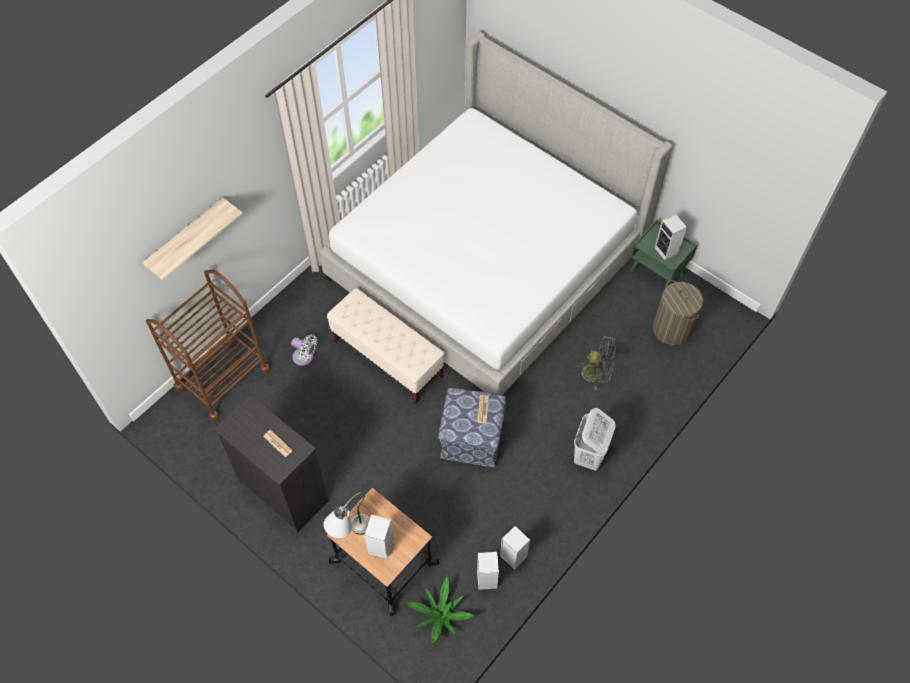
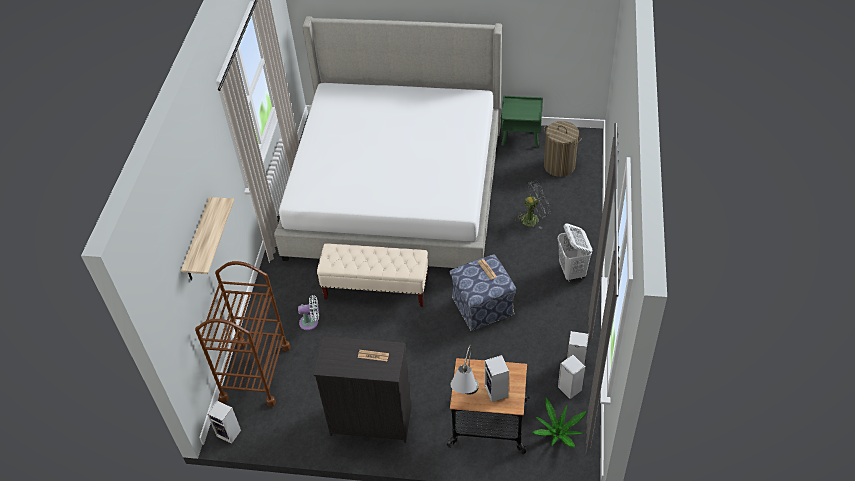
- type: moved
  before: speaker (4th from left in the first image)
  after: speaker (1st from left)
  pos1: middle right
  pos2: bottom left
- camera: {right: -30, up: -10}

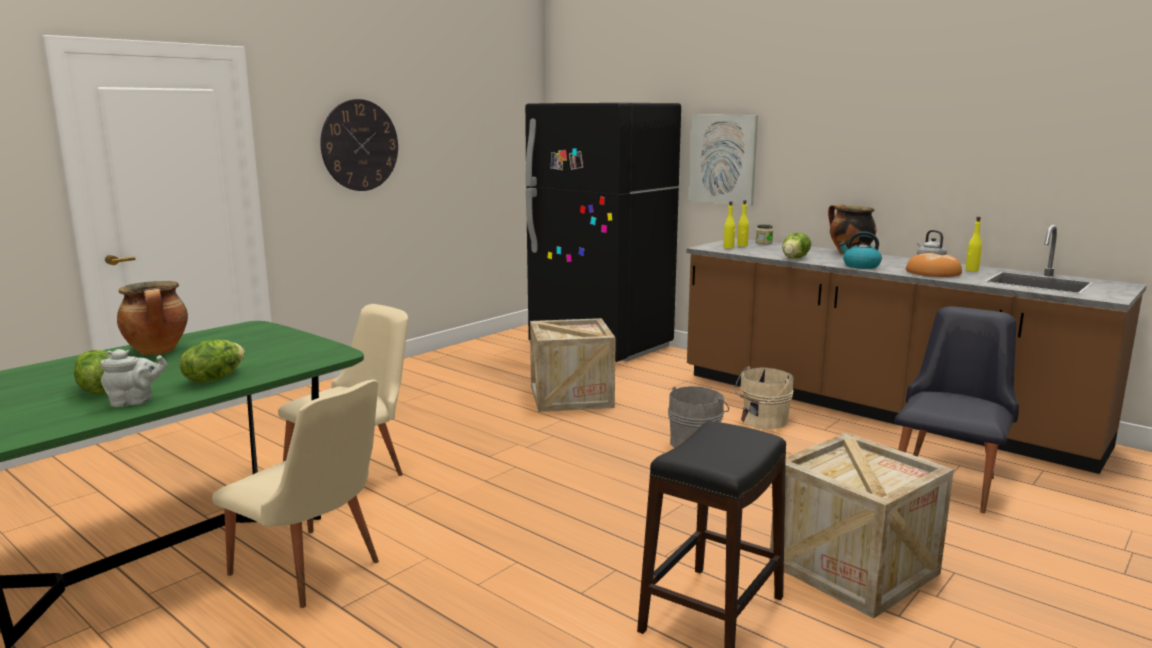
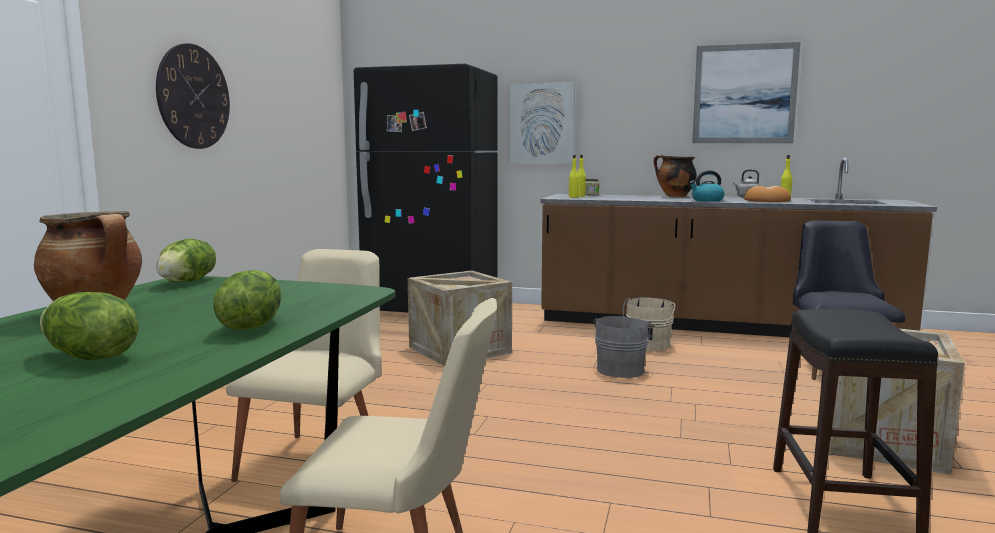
- type: removed
  before: grey teapot
  pos1: middle left
- type: added
  after: wall art (2nd from left)
  pos2: top right
- type: moved
  before: head of lettuce (3rd from left in the first image)
  after: head of lettuce (2nd from left)
  pos1: middle right
  pos2: middle left
- camera: {right: -25, up: -5}

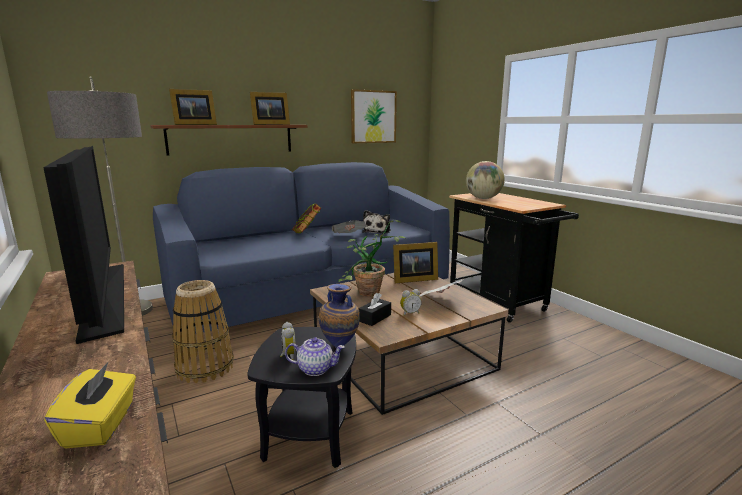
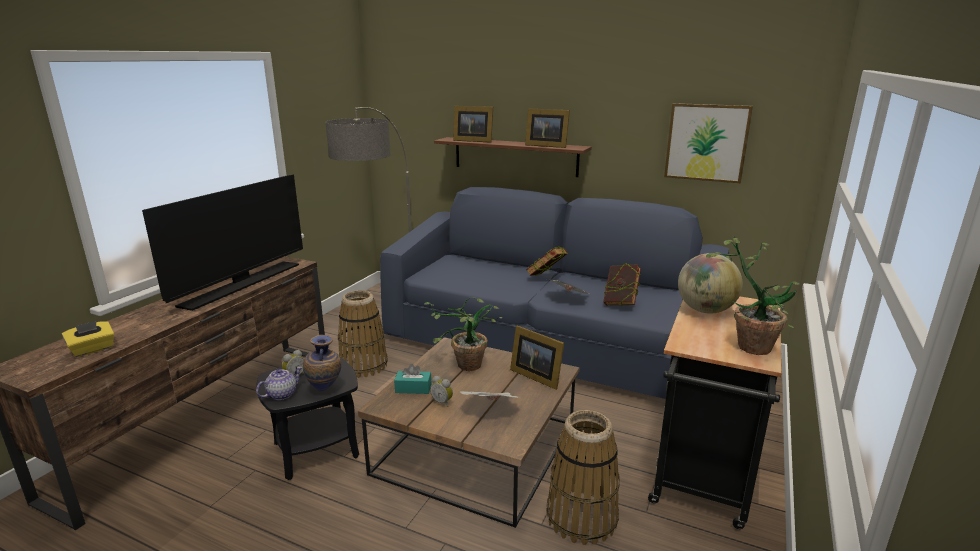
- type: added
  after: basket (2nd from left)
  pos2: bottom centre
- type: added
  after: plant in a pot (2nd from left)
  pos2: middle right
- type: replaced
  before: soft toy
  after: book (2nd from left)
  pos1: centre
  pos2: centre
- type: recoloured
  before: black-coloured box of tissues
  after: blue-green box of tissues
  pos1: centre
  pos2: bottom centre
- type: turned
  before: teapot
  pos1: bottom centre
  pos2: bottom left
  turn: -105
- camera: {right: 55, up: 5}

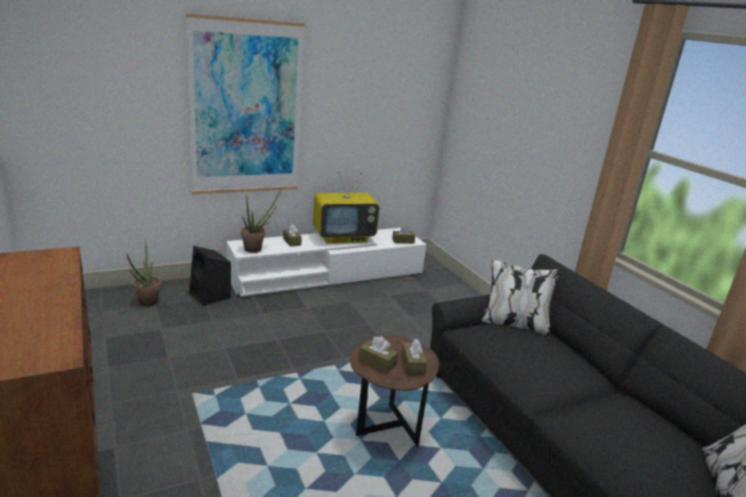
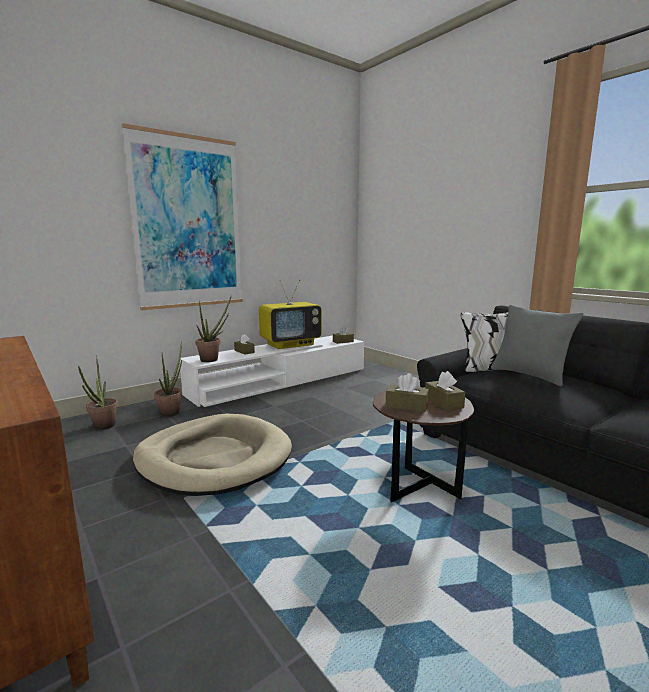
- type: added
  after: sand-coloured dog cushion
  pos2: middle left
- type: added
  after: grey cushion
  pos2: middle right
- type: replaced
  before: black-coloured speaker
  after: plant in a pot (2nd from left)
  pos1: middle left
  pos2: middle left
- camera: {right: -10, up: -10}

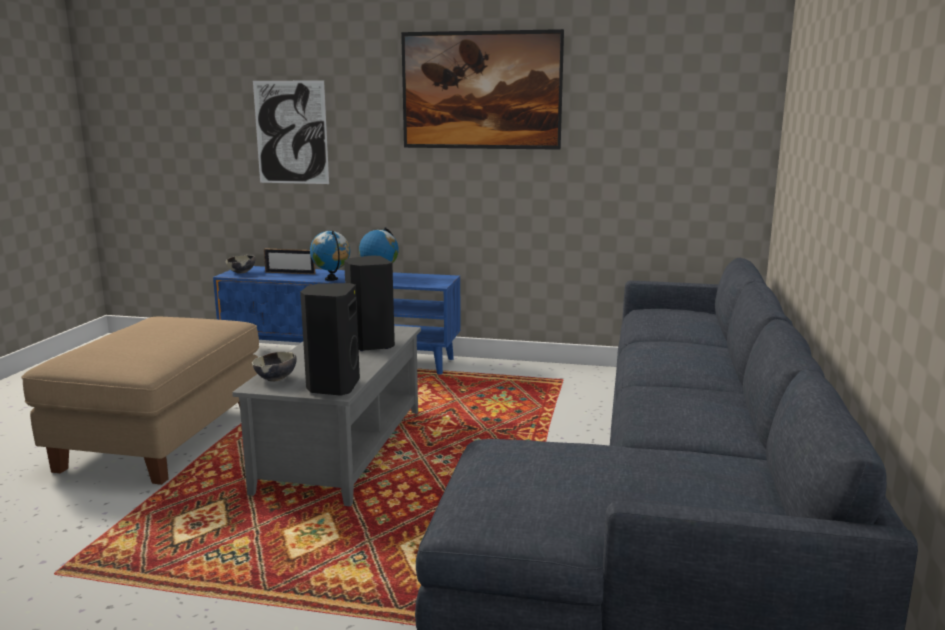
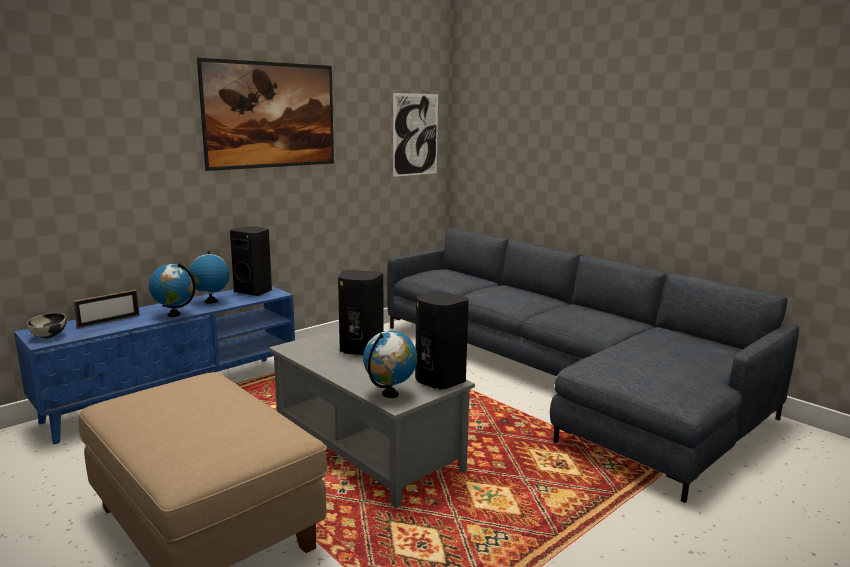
- type: added
  after: black-coloured speaker (1st from left)
  pos2: middle left
- type: moved
  before: wall art (1st from left in the first image)
  after: wall art (2nd from left)
  pos1: top left
  pos2: top centre
- type: replaced
  before: serving bowl (2nd from left)
  after: desk globe (3rd from left)
  pos1: middle left
  pos2: centre
- camera: {right: -55, up: 0}

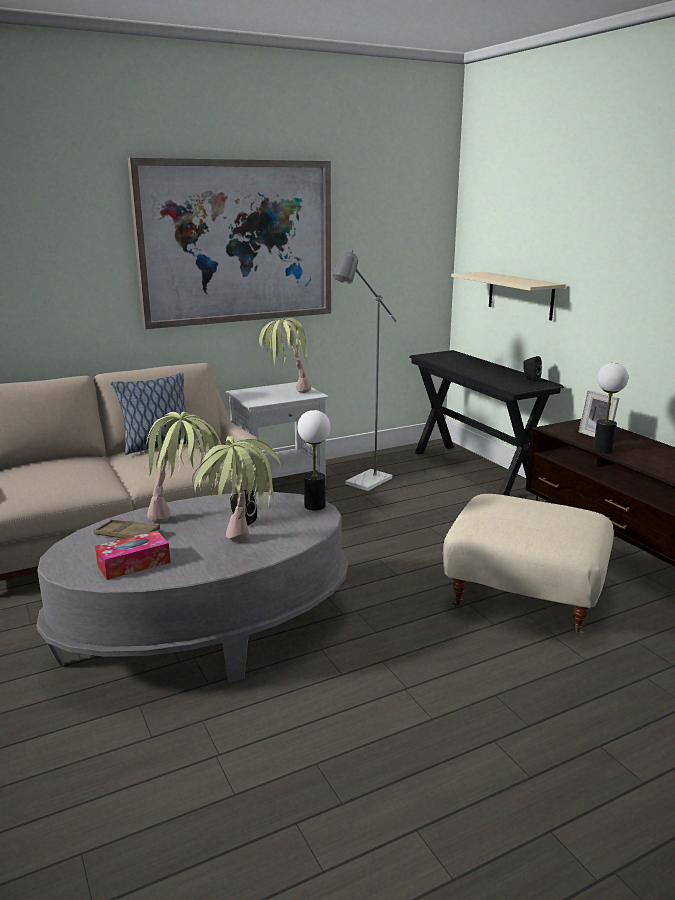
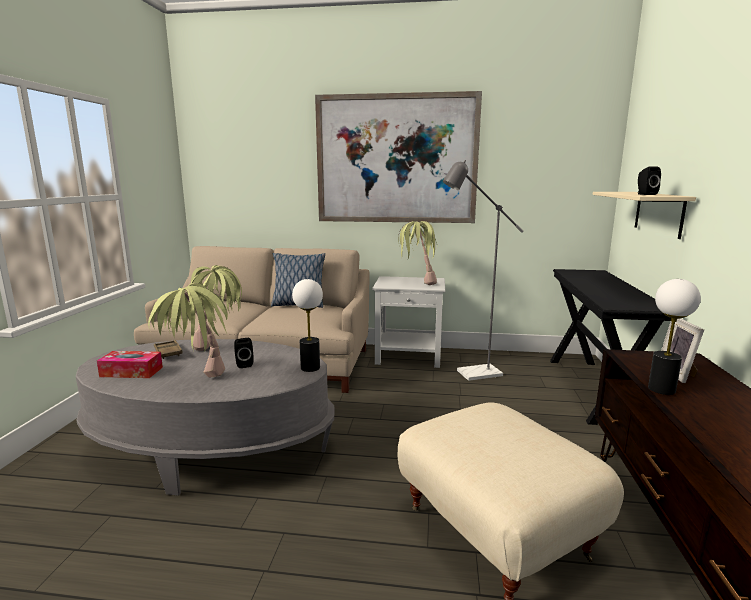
- type: moved
  before: black-coloured speaker (2nd from left)
  pos1: middle right
  pos2: top right
- camera: {right: 35, up: -5}

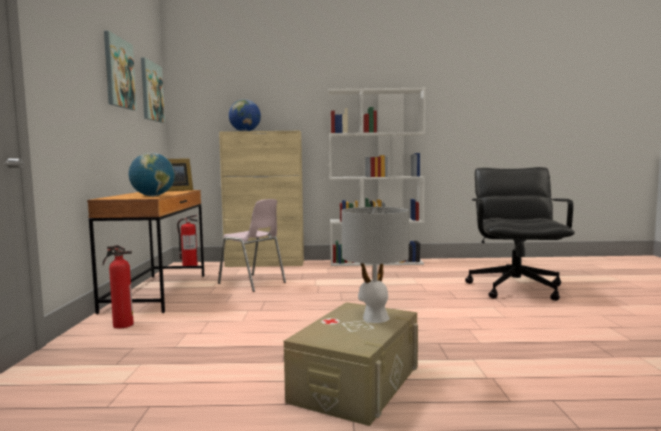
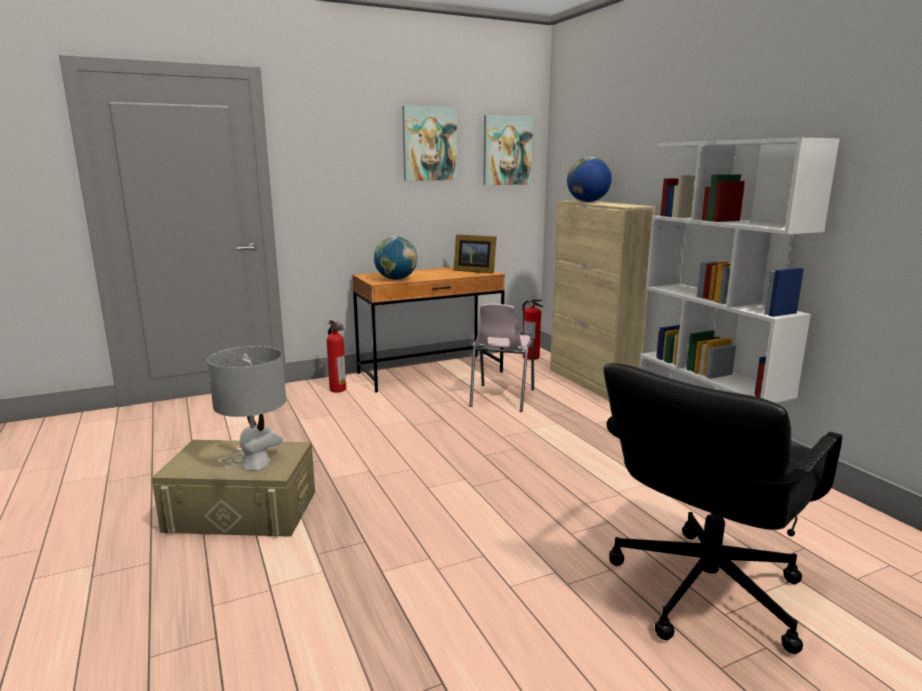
- type: turned
  before: black-coloured computer chair
  pos1: middle right
  pos2: bottom right
  turn: 150
- camera: {right: 65, up: 10}

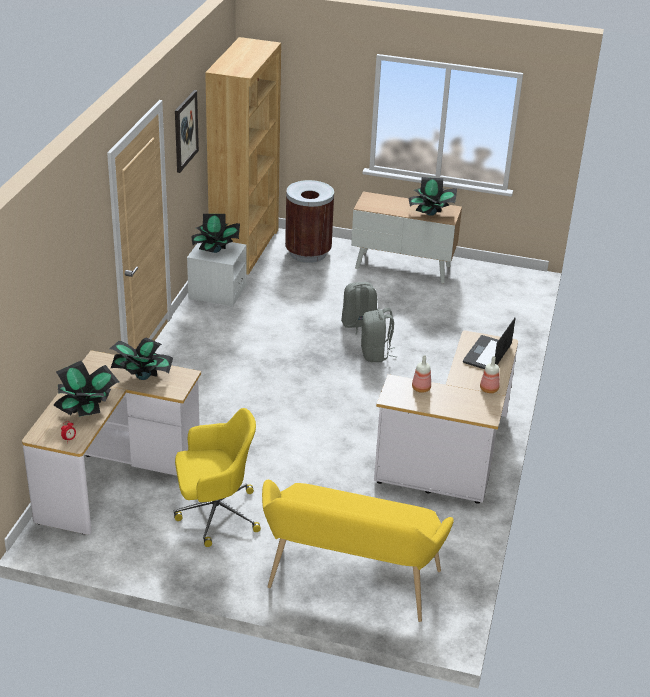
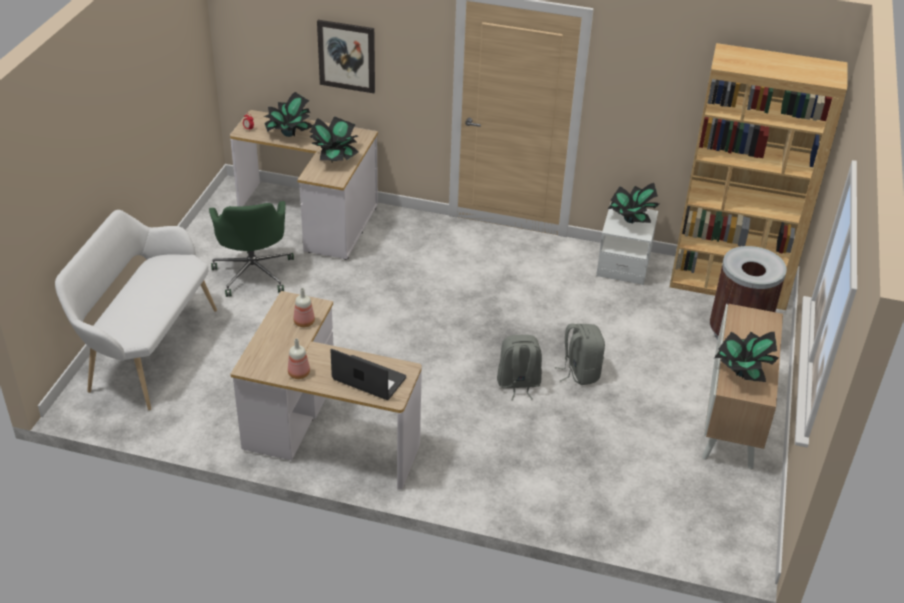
- type: moved
  before: wall art
  pos1: top left
  pos2: top centre
- type: recoloured
  before: yellowish computer chair
  after: green computer chair
  pos1: bottom centre
  pos2: middle left
- type: recoloured
  before: yellowish indoor bench
  after: whitish indoor bench
  pos1: bottom centre
  pos2: middle left
- camera: {right: 90, up: 5}

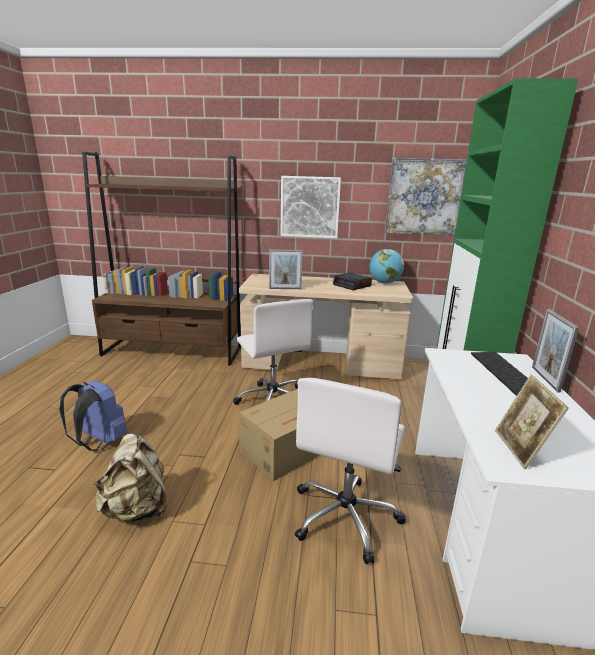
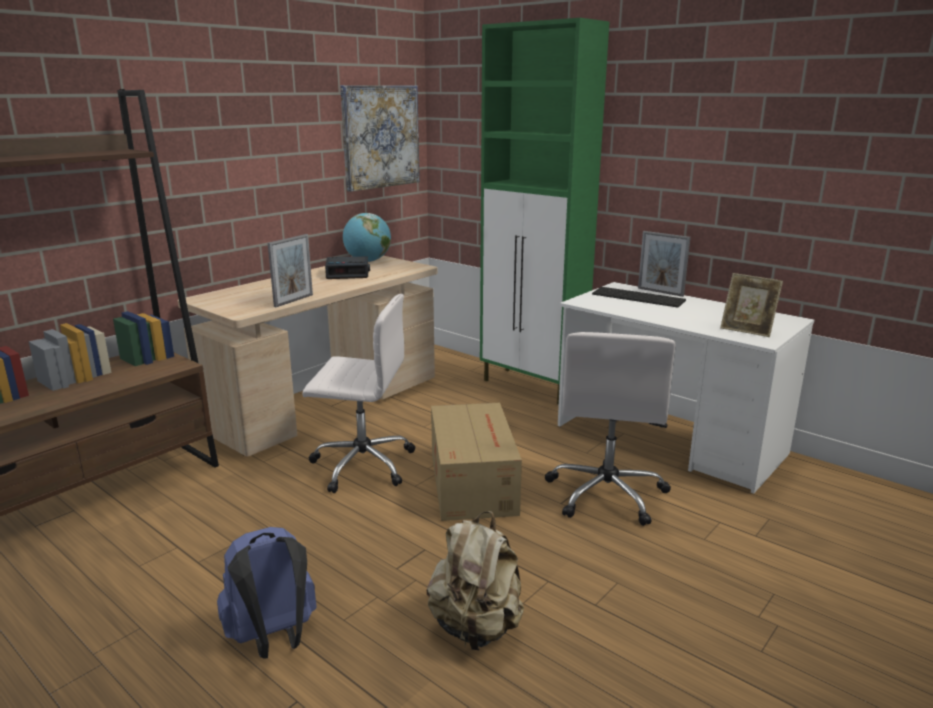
- type: removed
  before: wall art (1st from left)
  pos1: top centre
- type: turned
  before: whitish computer chair (2nd from left)
  pos1: bottom centre
  pos2: centre
  turn: 45
- camera: {right: -55, up: 0}

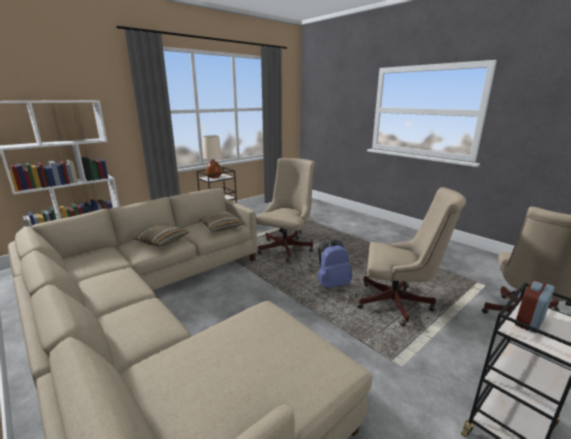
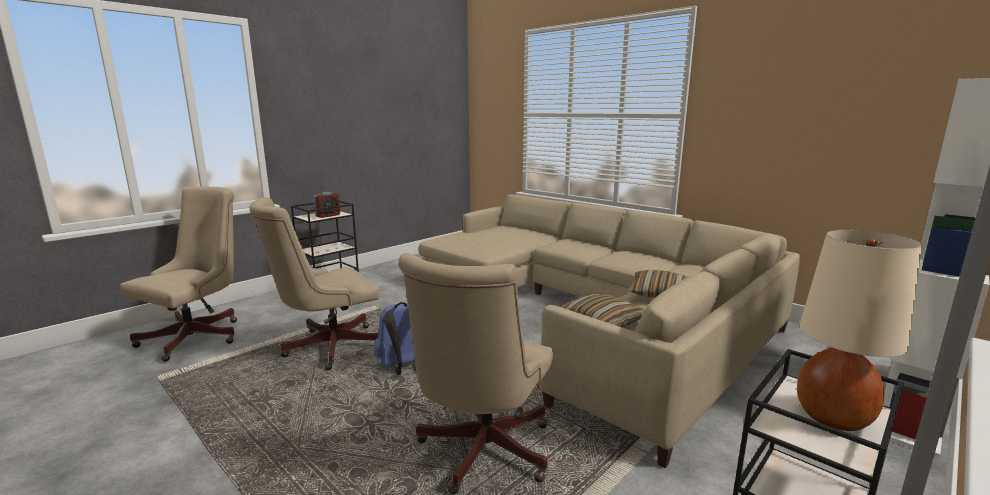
- type: turned
  before: sand-coloured computer chair (2nd from left)
  pos1: middle right
  pos2: middle left
  turn: -45
- camera: {right: 175, up: -5}

